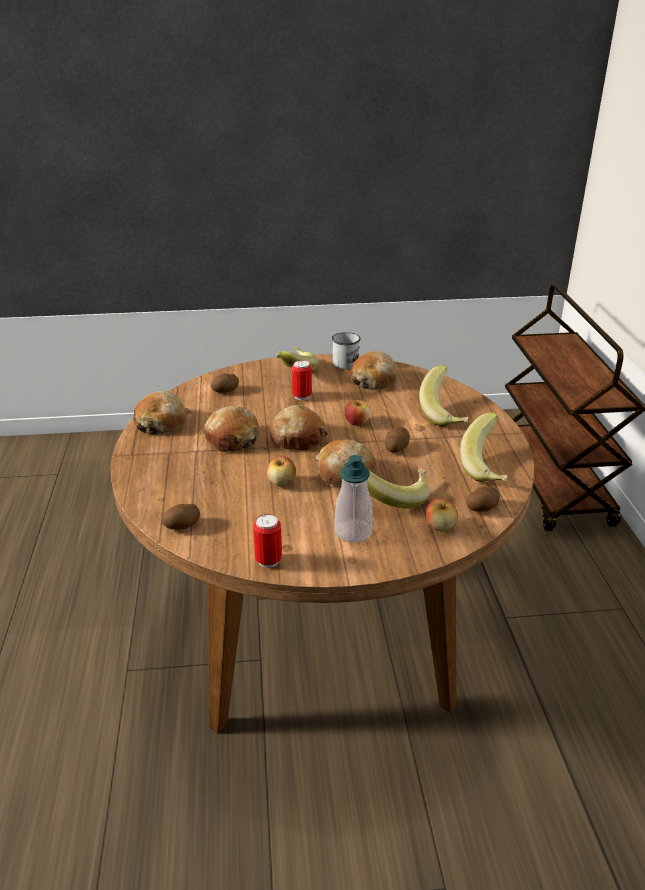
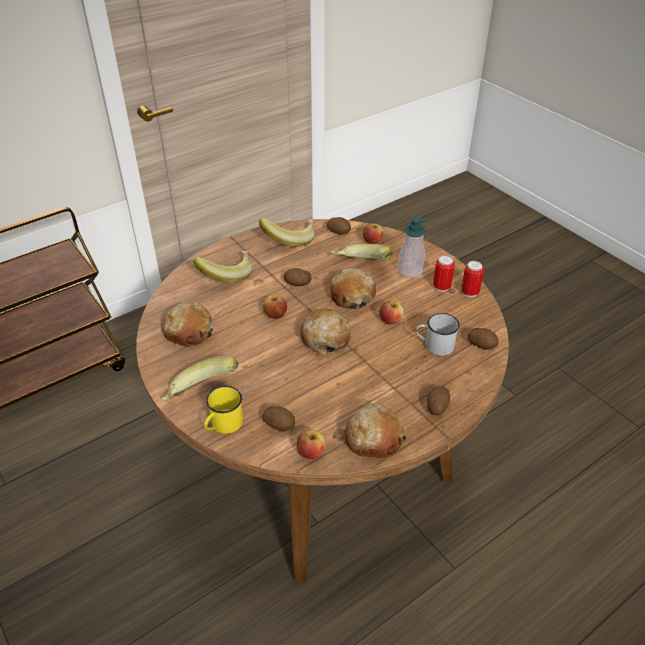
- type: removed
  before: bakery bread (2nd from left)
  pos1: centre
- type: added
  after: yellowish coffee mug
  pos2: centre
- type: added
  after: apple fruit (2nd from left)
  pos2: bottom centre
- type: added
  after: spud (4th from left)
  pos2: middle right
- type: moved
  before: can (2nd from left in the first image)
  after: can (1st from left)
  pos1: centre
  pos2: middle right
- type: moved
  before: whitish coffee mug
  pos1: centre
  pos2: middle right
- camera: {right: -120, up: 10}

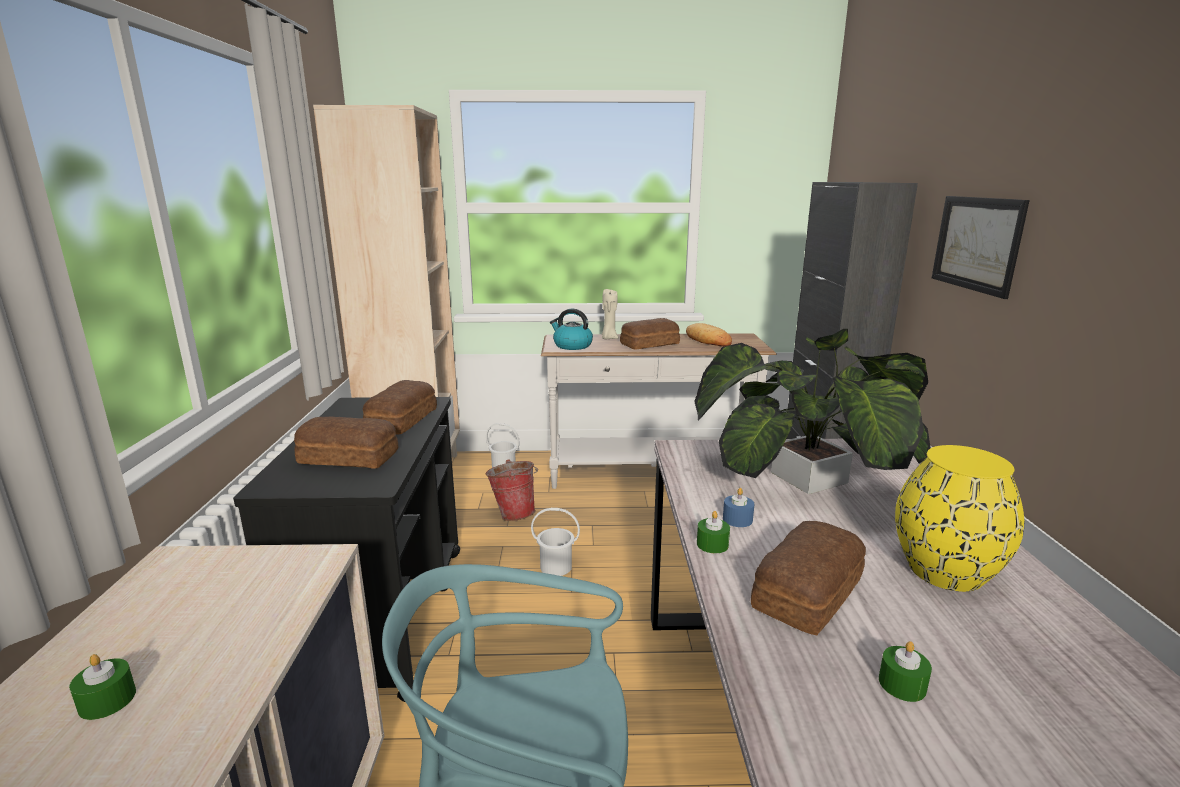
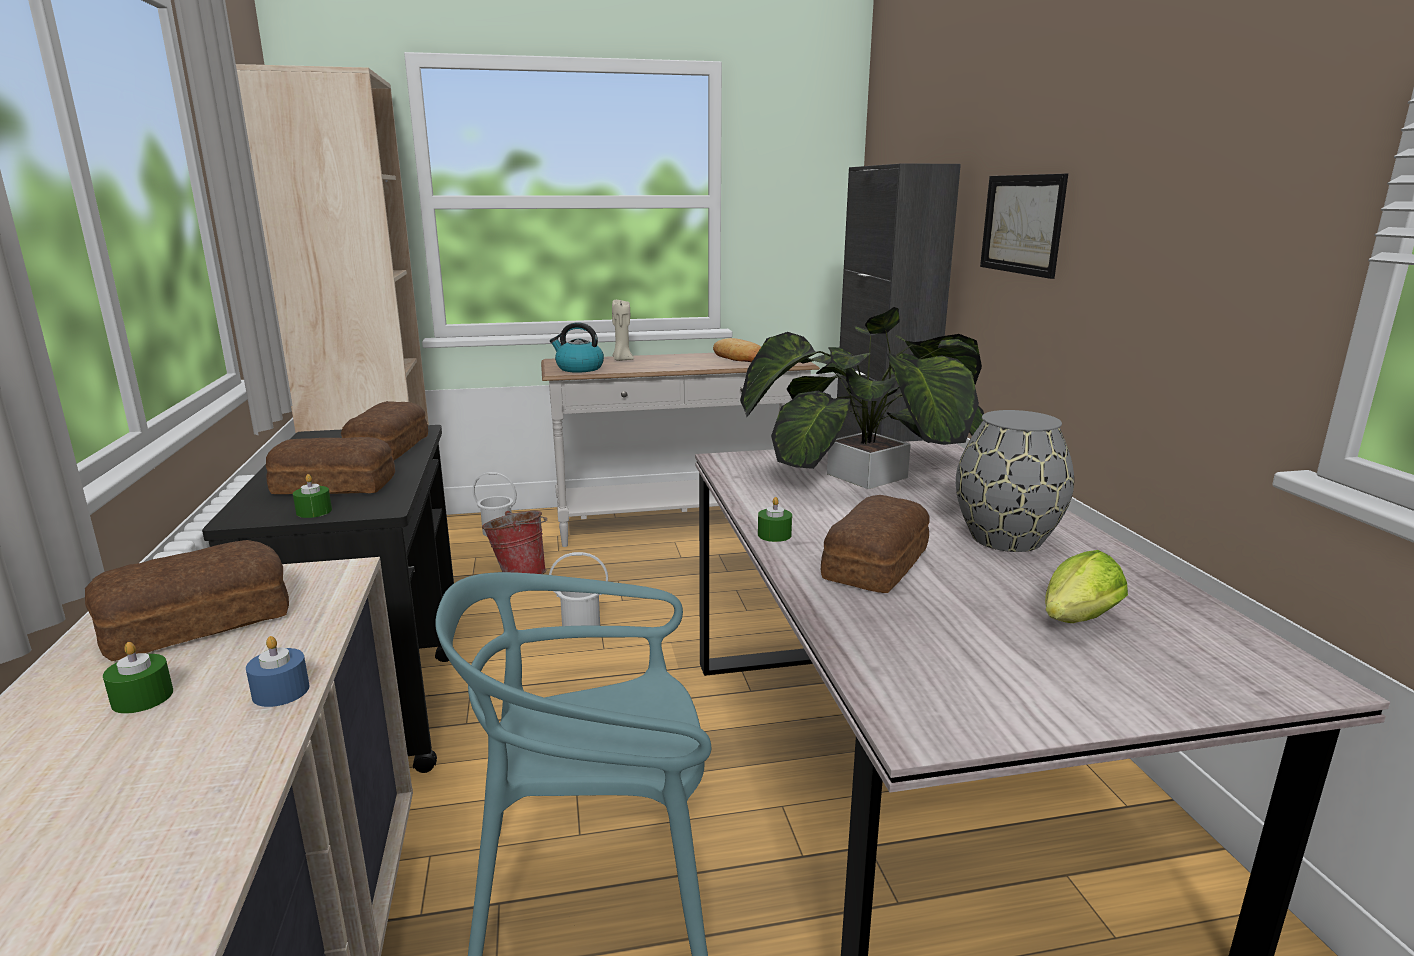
- type: added
  after: head of lettuce
  pos2: middle right
- type: moved
  before: bakery bread (3rd from left in the first image)
  after: bakery bread (1st from left)
  pos1: centre
  pos2: middle left
- type: moved
  before: bluish wax light
  pos1: centre
  pos2: bottom left
- type: moved
  before: green wax light (3rd from left in the first image)
  after: green wax light (2nd from left)
  pos1: bottom right
  pos2: middle left
- type: recoloured
  before: yellowish flower vase
  after: grey flower vase
  pos1: middle right
  pos2: middle right
- camera: {right: -10, up: 0}

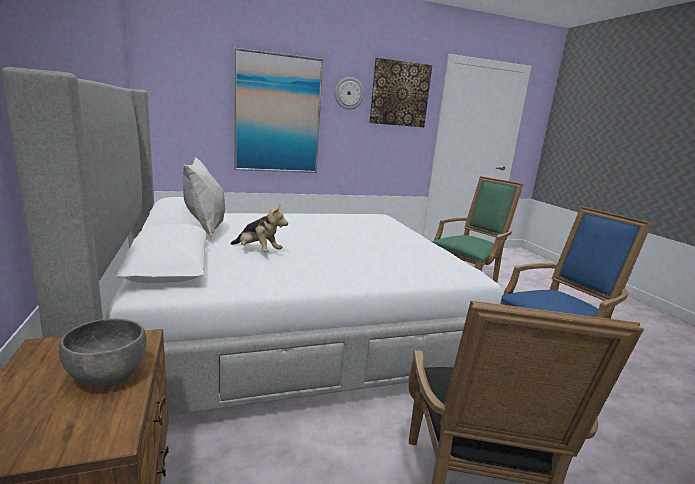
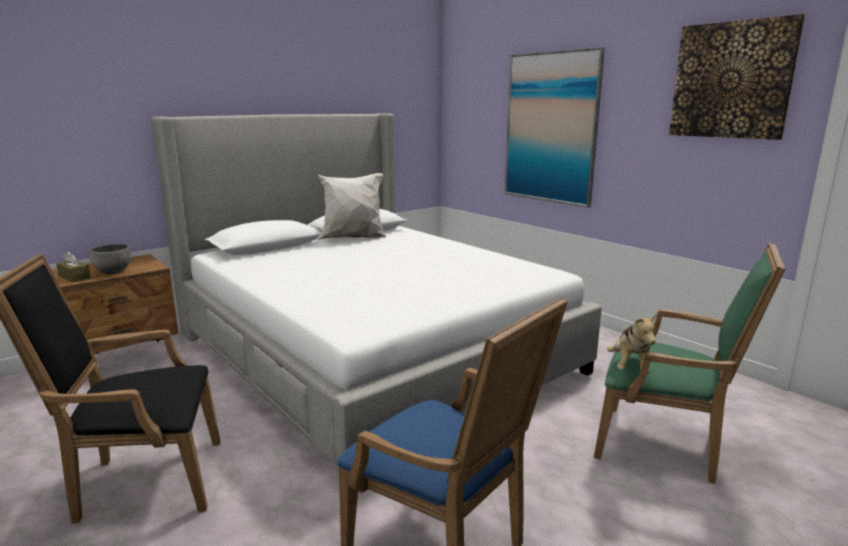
- type: removed
  before: hanging clock
  pos1: top centre
- type: added
  after: brown box of tissues
  pos2: middle left
- type: moved
  before: soft toy
  pos1: centre
  pos2: middle right
- camera: {right: 70, up: 0}

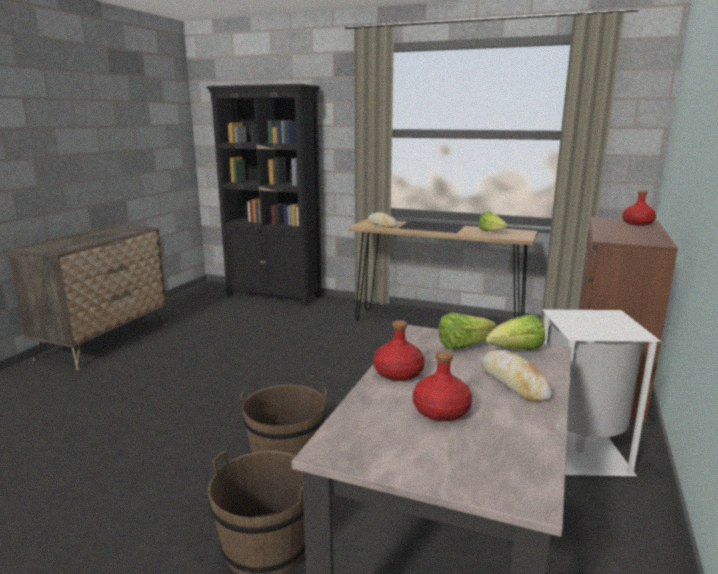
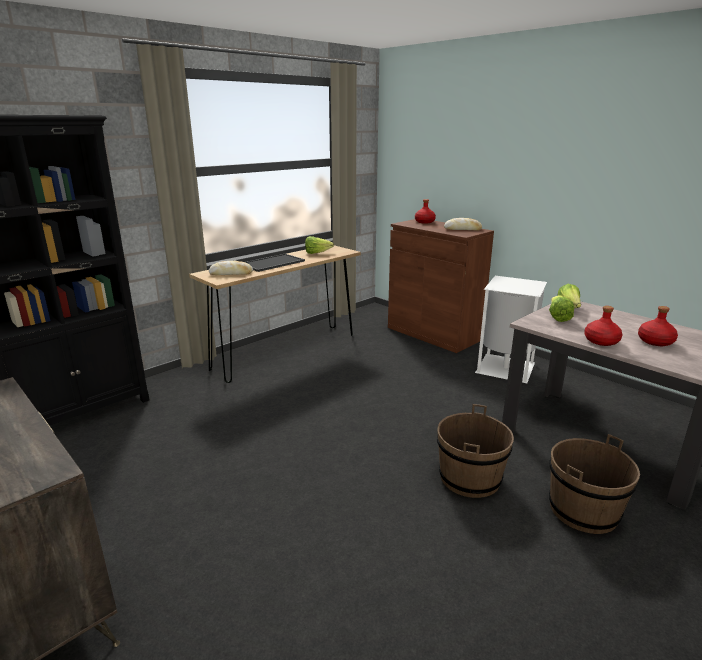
- type: moved
  before: bakery bread (2nd from left)
  pos1: middle right
  pos2: centre
- camera: {right: -65, up: 5}

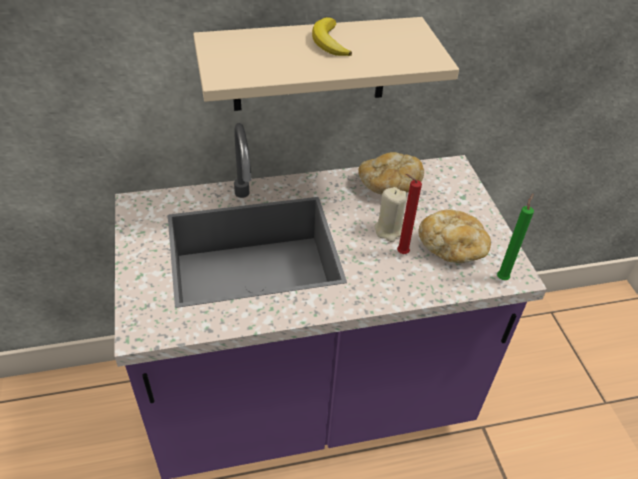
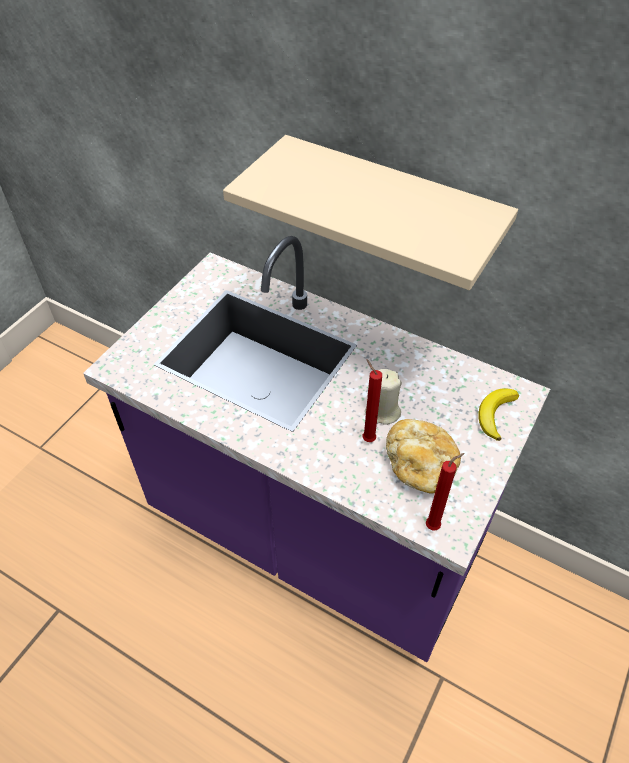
- type: removed
  before: bakery bread (1st from left)
  pos1: centre
- type: moved
  before: whole banana
  pos1: top centre
  pos2: middle right
- type: recoloured
  before: green wax light
  after: red wax light (2nd from left)
  pos1: middle right
  pos2: middle right
- camera: {right: 45, up: 5}

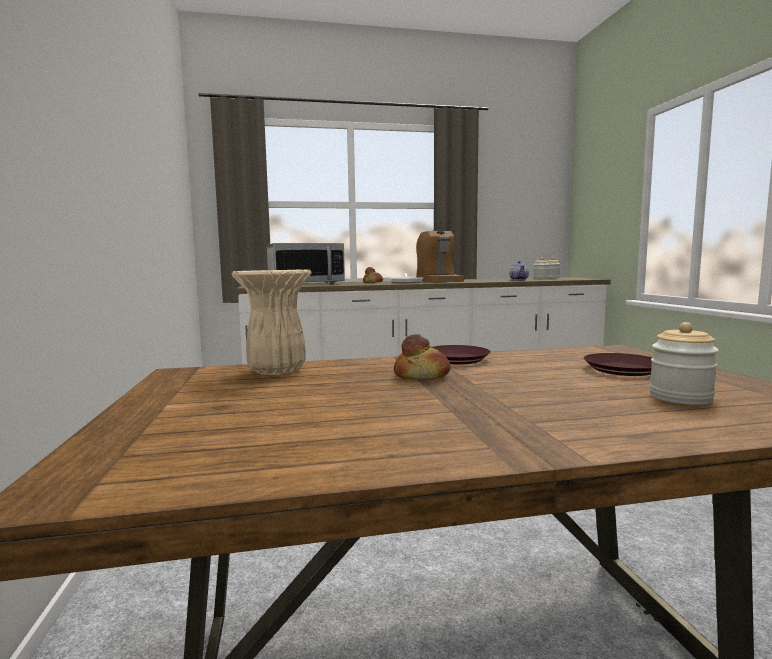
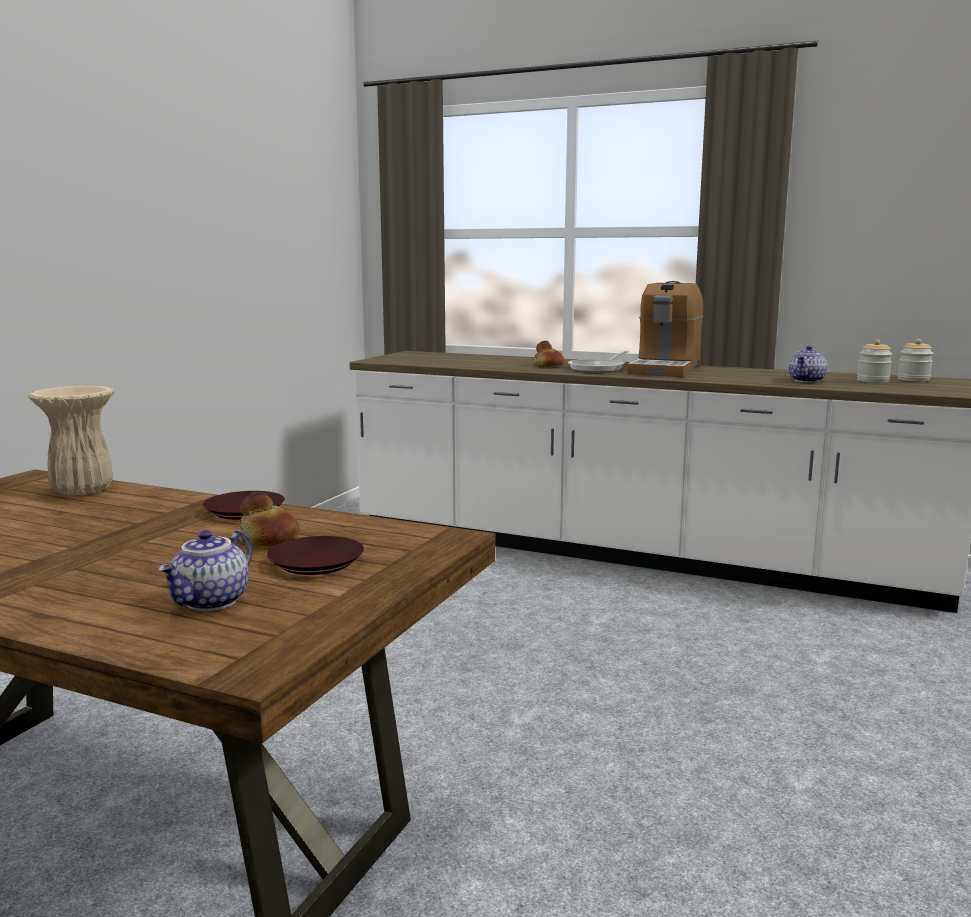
- type: removed
  before: microwave
  pos1: centre
- type: moved
  before: bakery bread (2nd from left in the first image)
  after: bakery bread (1st from left)
  pos1: centre
  pos2: middle left
- type: replaced
  before: storage jar (3rd from left)
  after: teapot (1st from left)
  pos1: middle right
  pos2: middle left
- camera: {right: 35, up: 5}

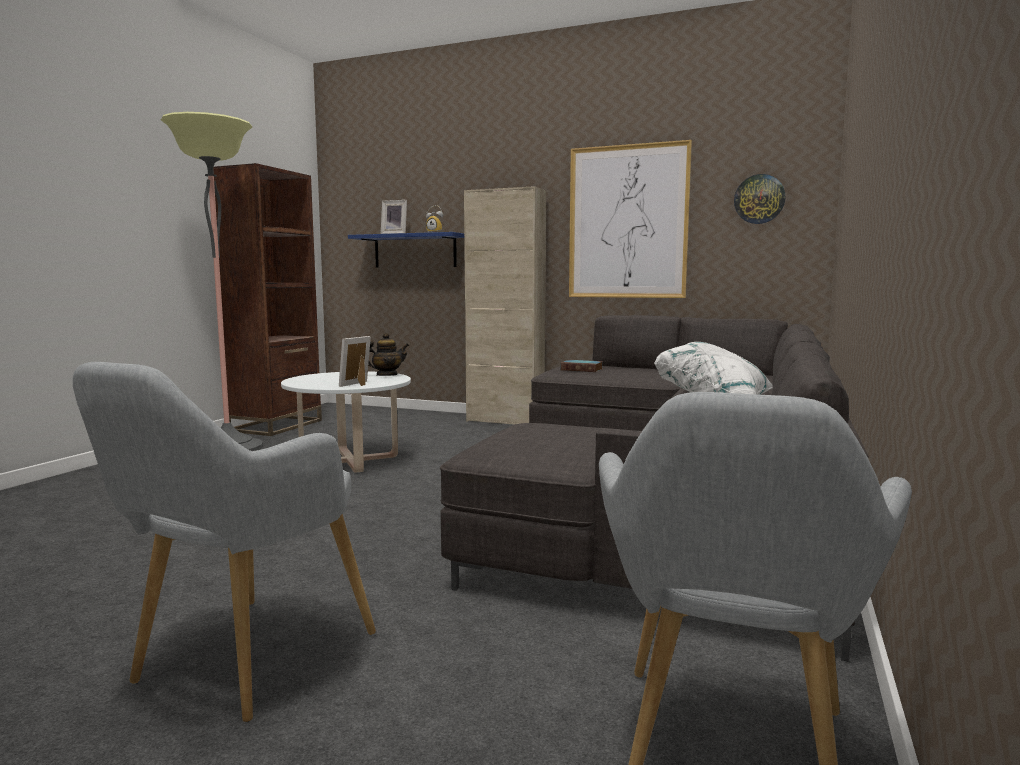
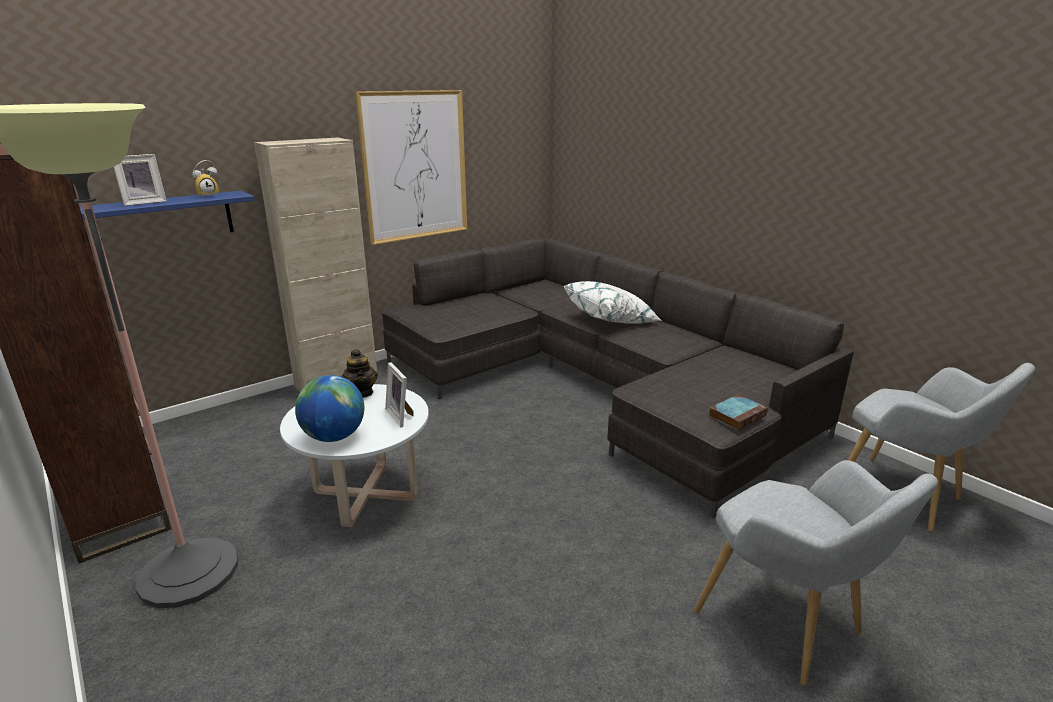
- type: removed
  before: hanging clock
  pos1: top right
- type: added
  after: desk globe
  pos2: middle left
- type: moved
  before: book
  pos1: centre
  pos2: middle right
- type: turned
  before: teapot
  pos1: centre
  pos2: centre
  turn: 150
- camera: {right: -60, up: 15}

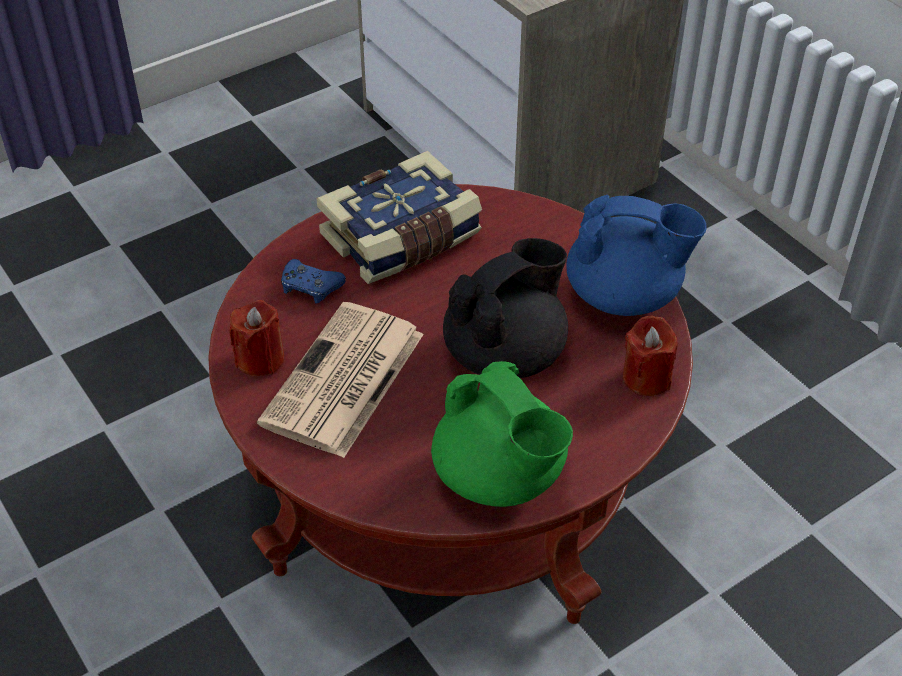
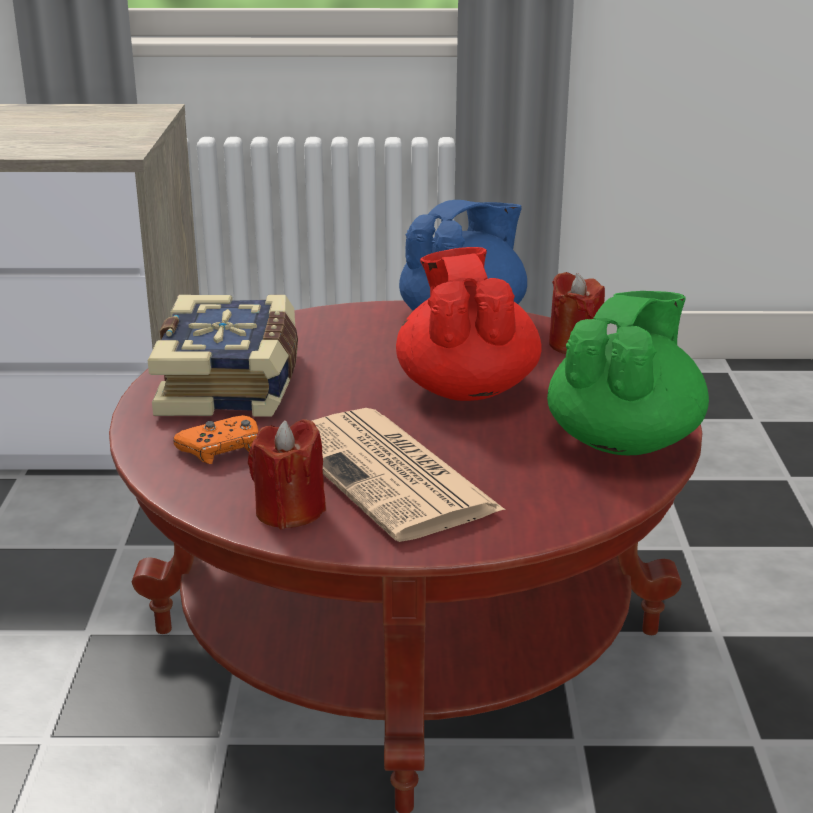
- type: recoloured
  before: bluish game controller
  after: orange game controller
  pos1: centre
  pos2: middle left
- type: recoloured
  before: black-coloured teapot
  after: red teapot
  pos1: centre
  pos2: centre
- type: turned
  before: green teapot
  pos1: centre
  pos2: middle right
  turn: -60
- camera: {right: -55, up: -20}

